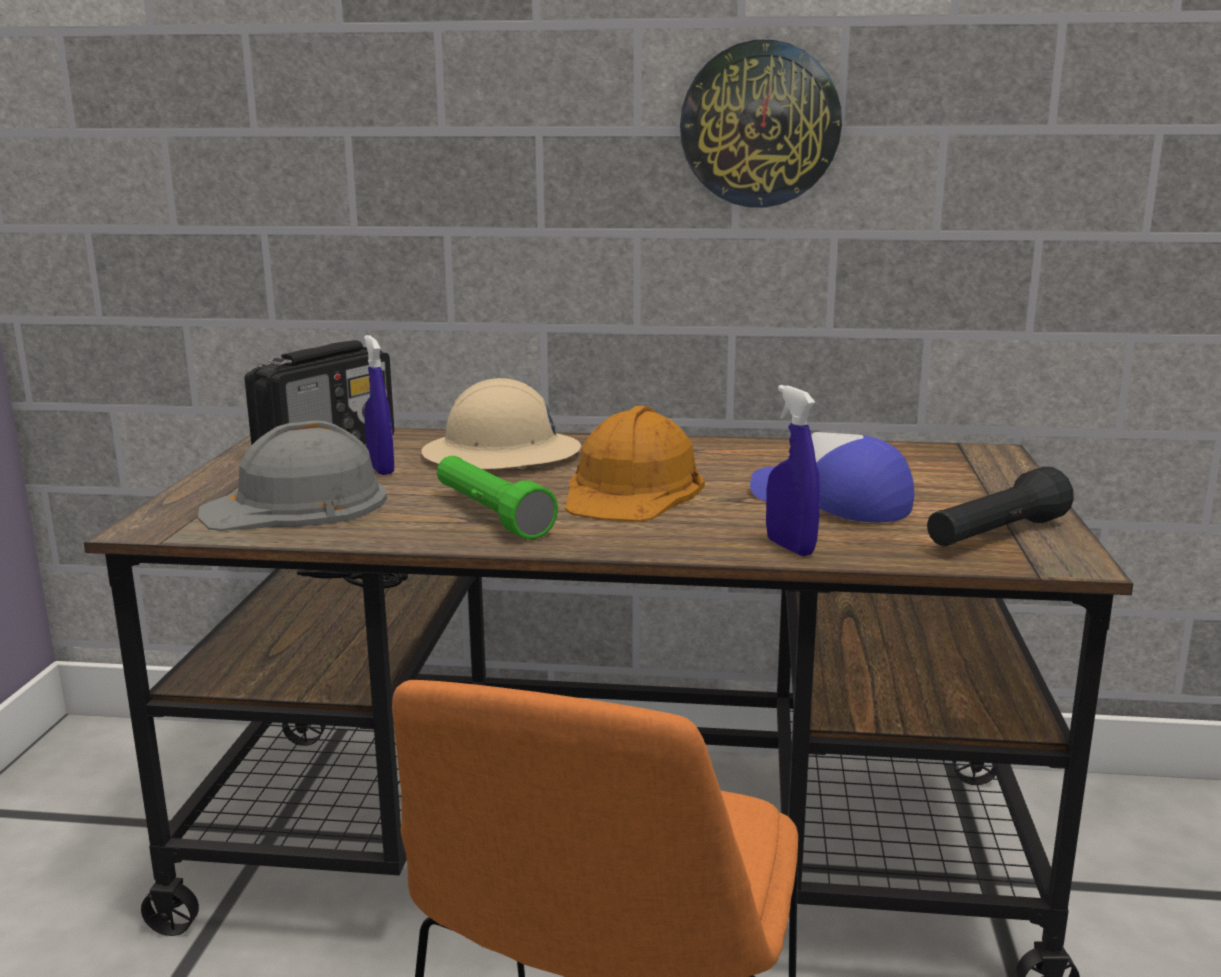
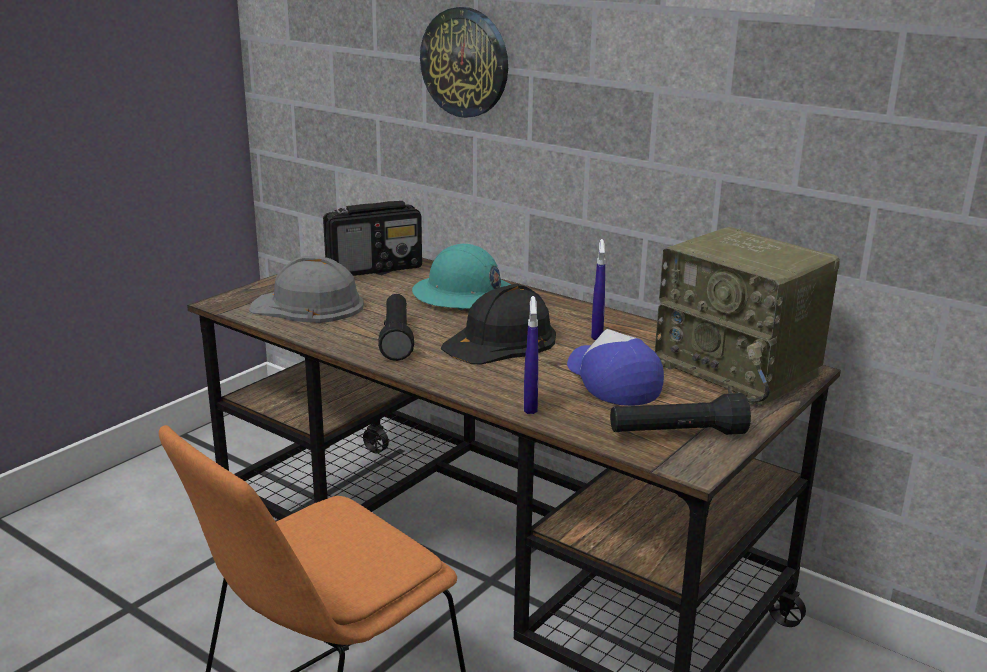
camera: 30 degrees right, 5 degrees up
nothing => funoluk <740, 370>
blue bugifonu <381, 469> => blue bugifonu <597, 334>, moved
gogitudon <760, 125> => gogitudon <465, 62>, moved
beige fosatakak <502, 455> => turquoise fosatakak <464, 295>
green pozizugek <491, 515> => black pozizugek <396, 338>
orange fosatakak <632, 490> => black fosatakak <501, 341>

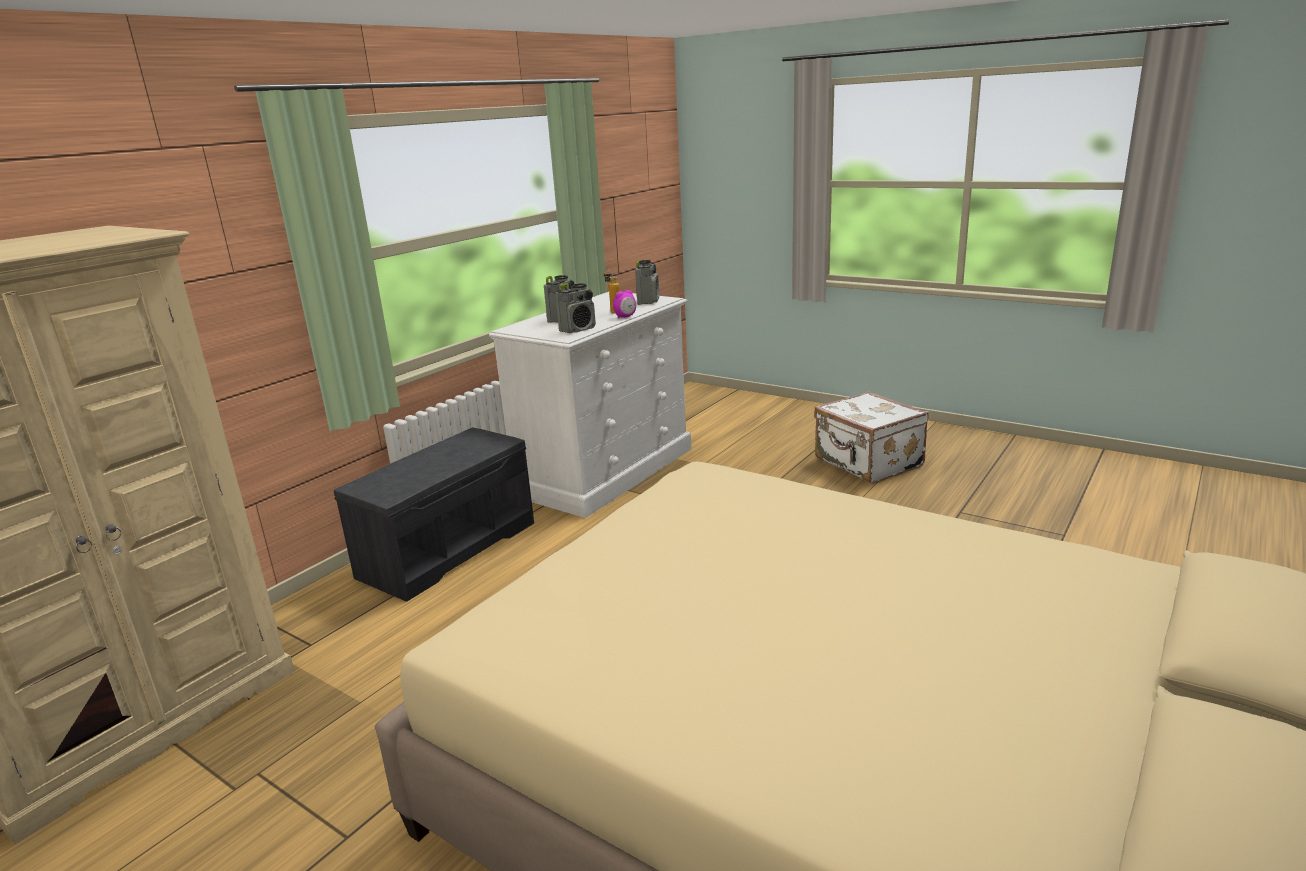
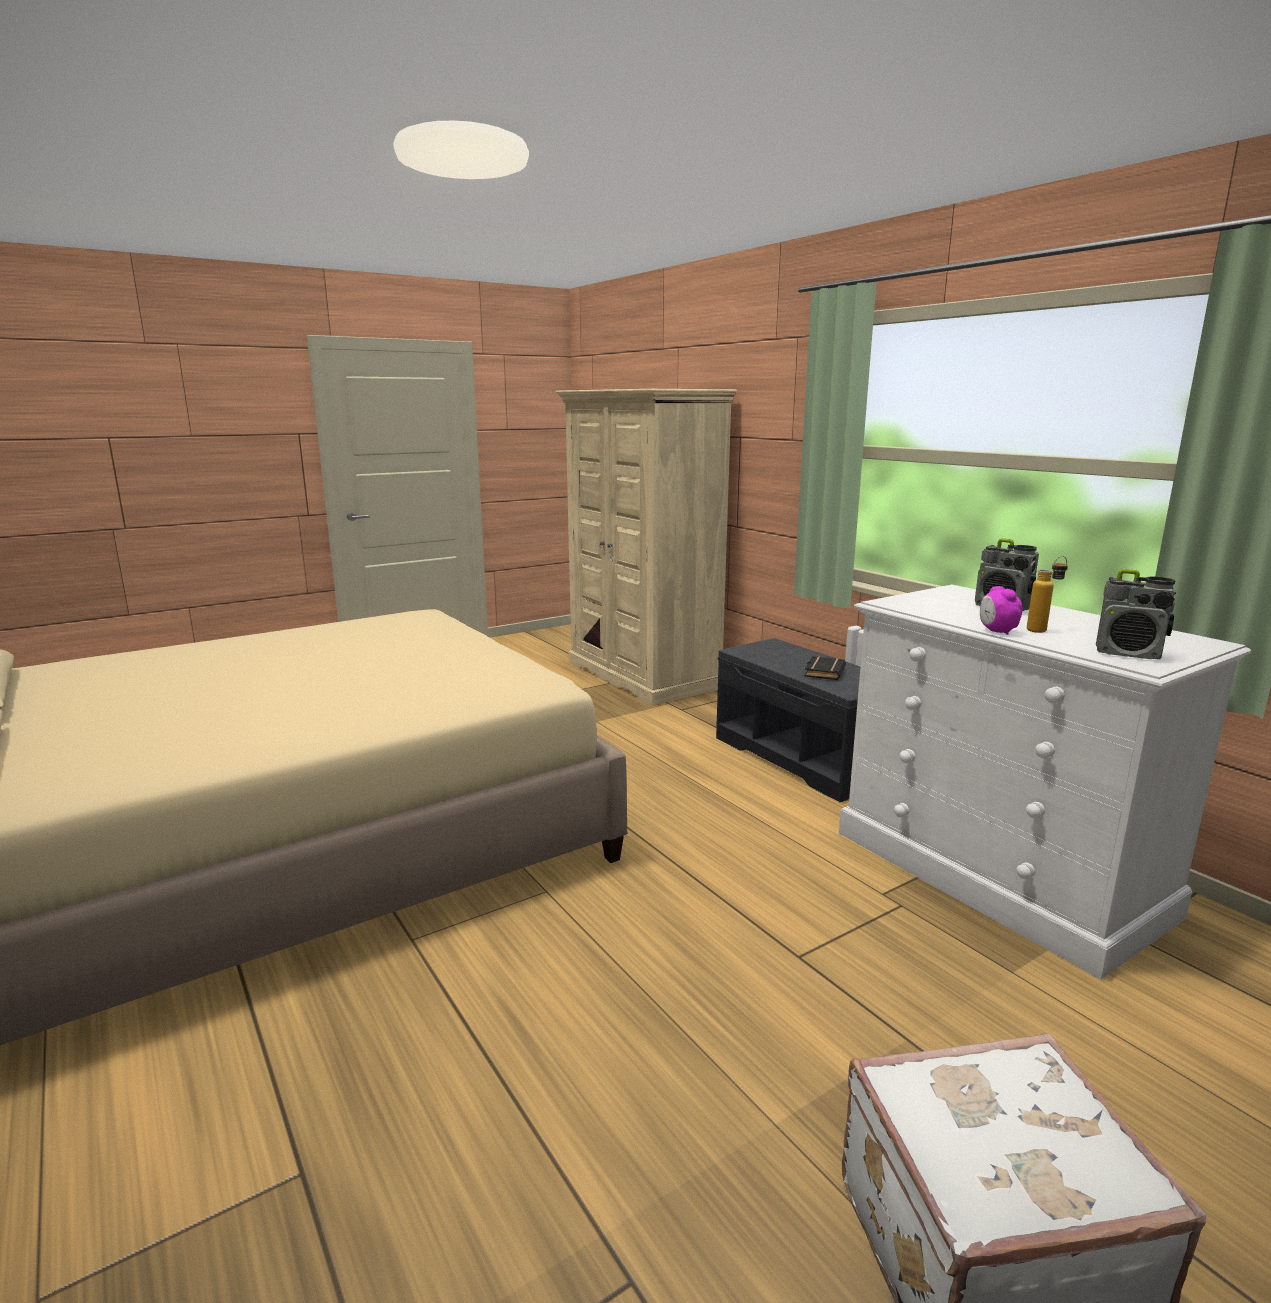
camera: 110 degrees right, 5 degrees down
funoluk <578, 329> => nothing
nothing => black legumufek <823, 671>

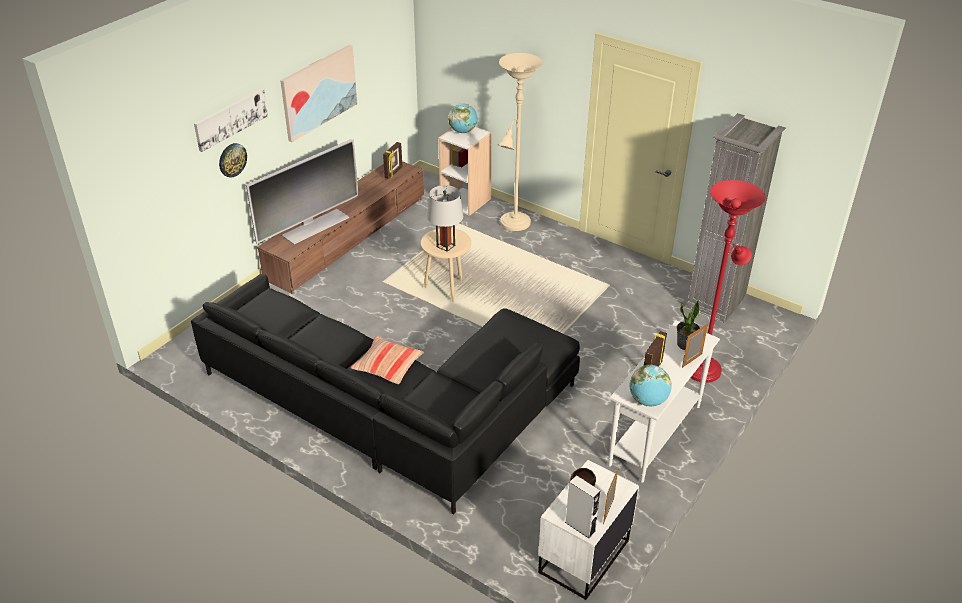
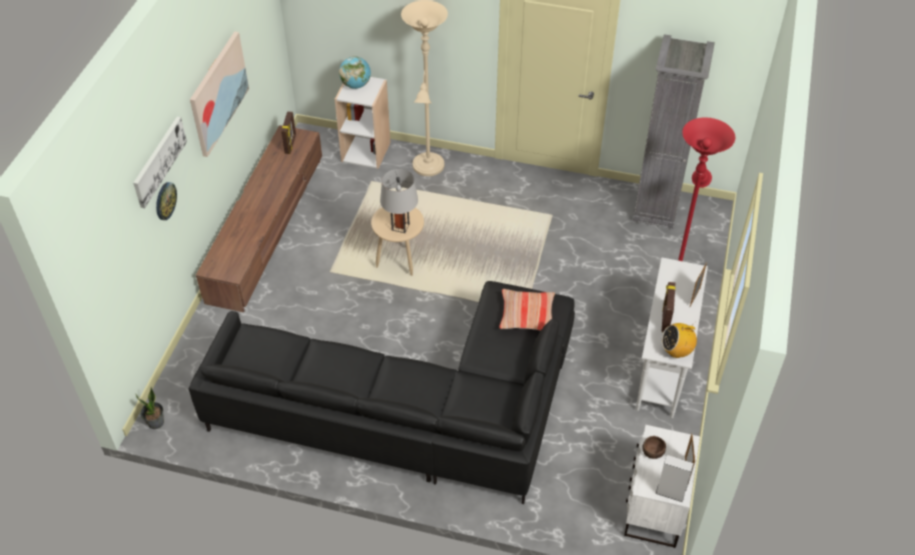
camera: 20 degrees left, 10 degrees up
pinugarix <314, 226> => nothing
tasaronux <387, 366> => tasaronux <527, 315>, moved
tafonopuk <685, 344> => tafonopuk <156, 422>, moved
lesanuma <648, 400> => funoluk <676, 351>

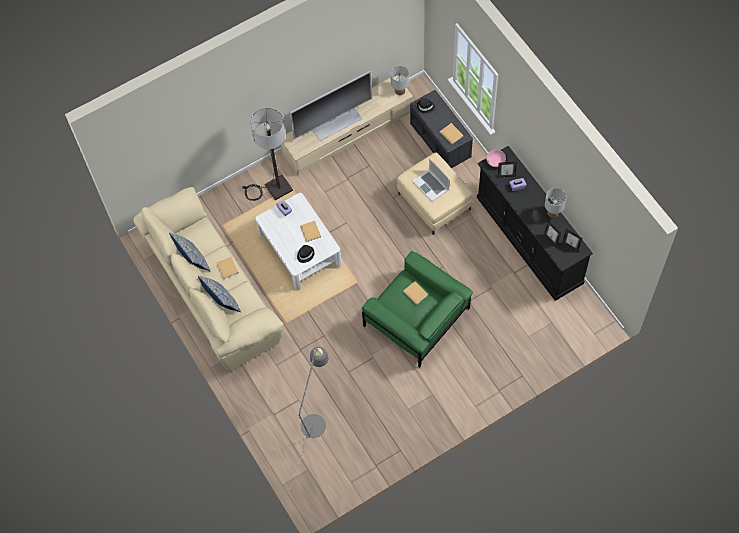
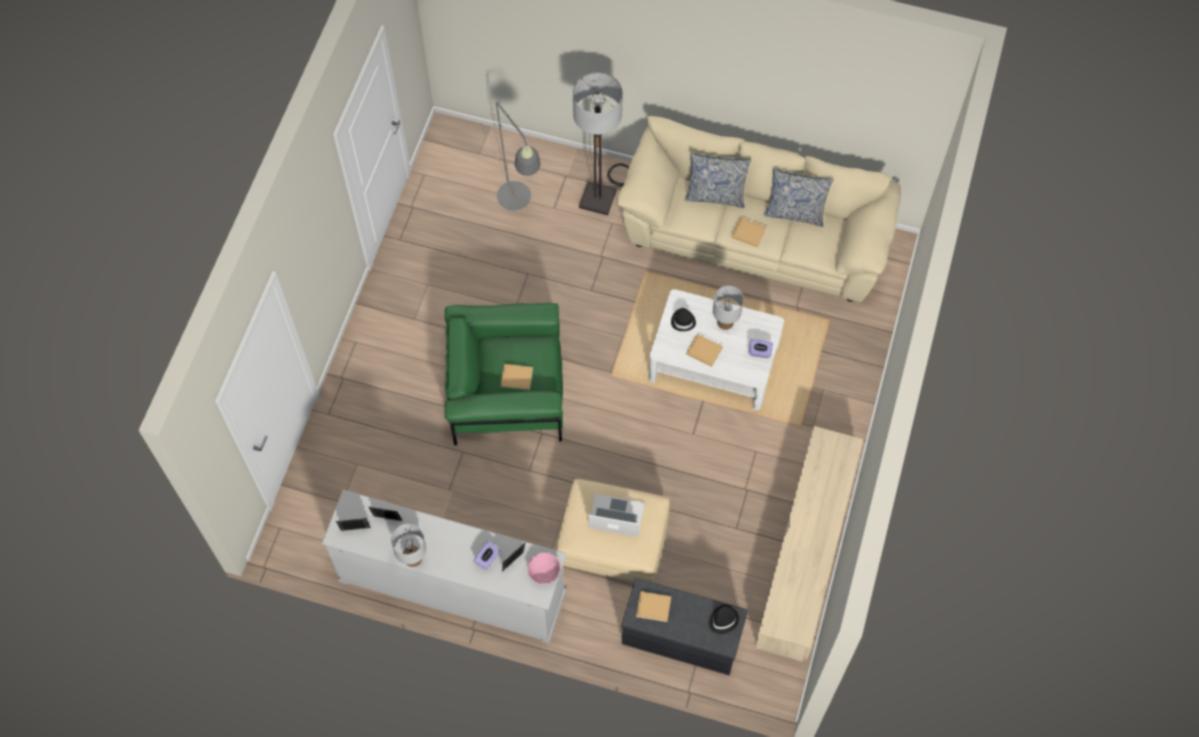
camera: 135 degrees right, 0 degrees up
pinugarix <336, 123> => nothing
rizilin <271, 189> => rizilin <605, 192>, moved
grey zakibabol <400, 91> => grey zakibabol <725, 322>, moved
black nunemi <529, 240> => white nunemi <452, 586>

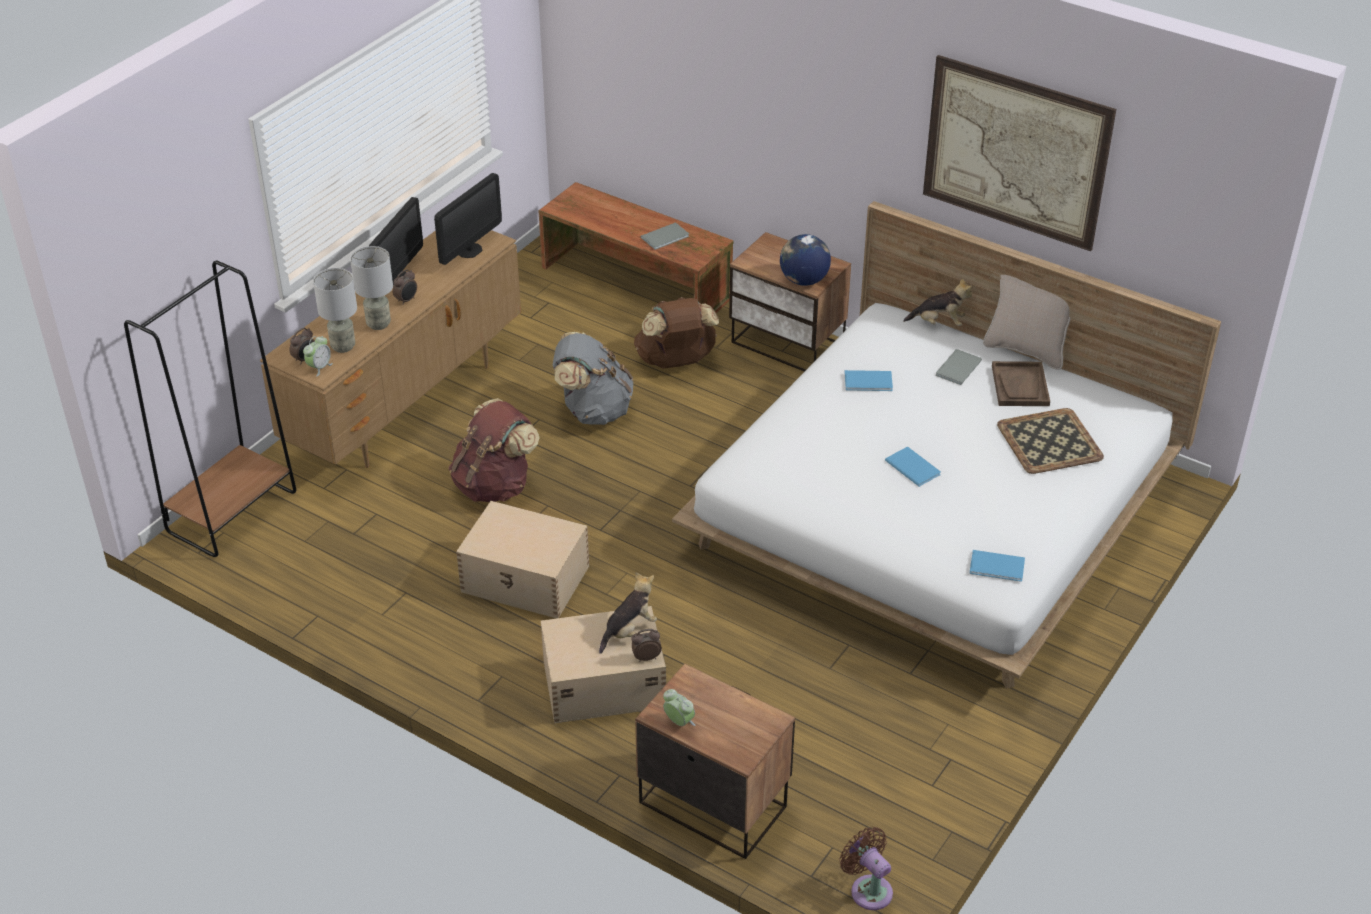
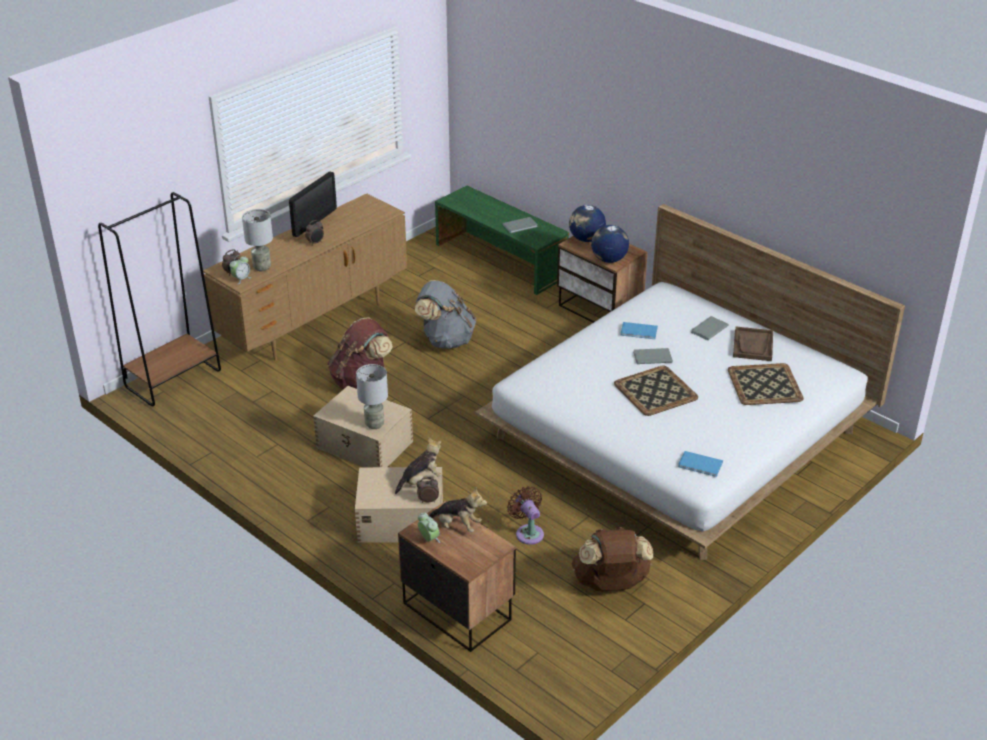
camera: 10 degrees right, 5 degrees down
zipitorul <469, 250> => nothing
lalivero <1015, 152> => nothing
beige tasaronux <1026, 350> => nothing
nothing => lesanuma <586, 239>
nothing => grey legumufek <651, 356>
grey zakibabol <378, 323> => grey zakibabol <374, 424>, moved
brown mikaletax <676, 362> => brown mikaletax <610, 584>, moved
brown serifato <868, 889> => brown serifato <528, 532>, moved
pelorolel <939, 323> => pelorolel <456, 526>, moved
blue legumufek <912, 466> => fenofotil <655, 390>
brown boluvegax <638, 282> => green boluvegax <502, 260>

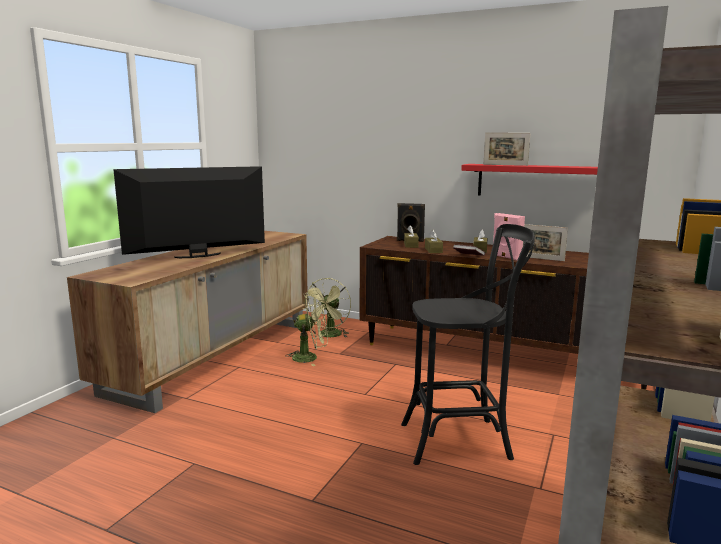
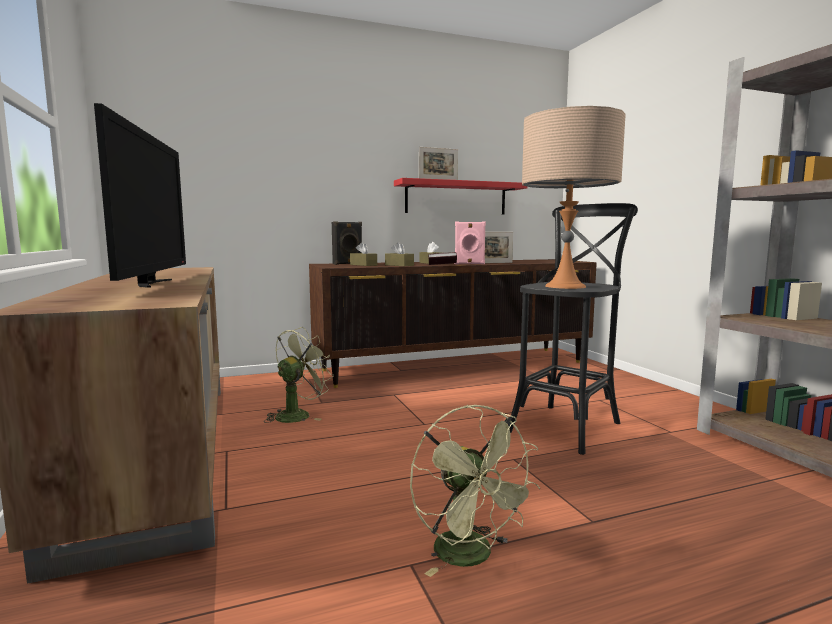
camera: 45 degrees left, 5 degrees down
nothing => beige zakibabol <565, 286>
green serifato <329, 336> => green serifato <472, 557>, moved
pinugarix <198, 256> => pinugarix <152, 283>, 150 degrees clockwise

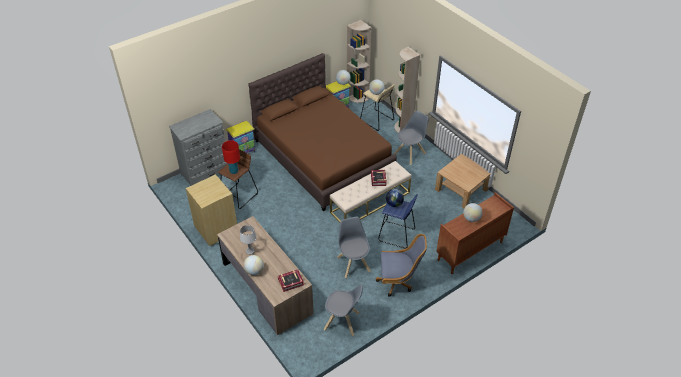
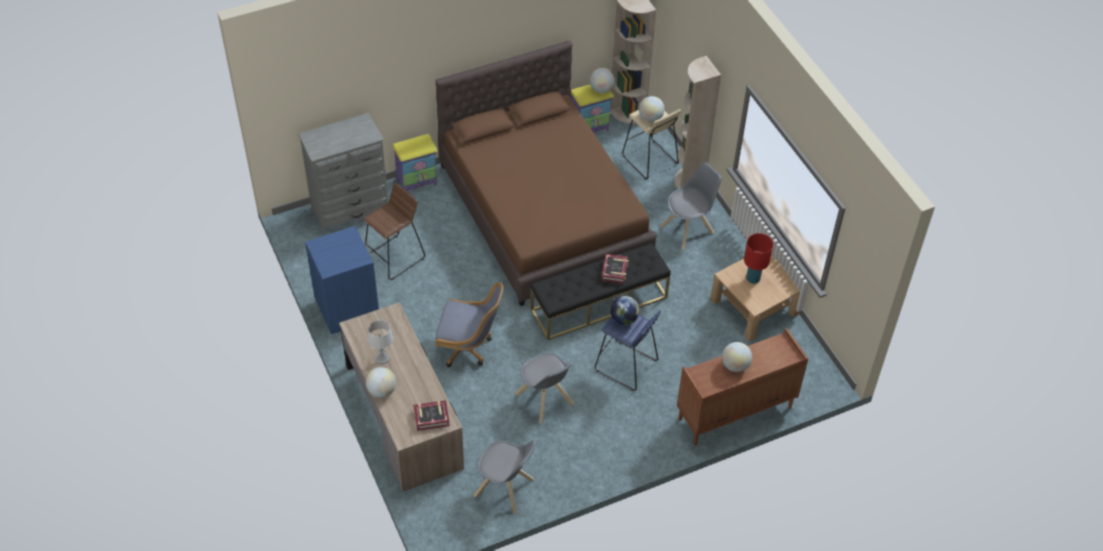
camera: 10 degrees right, 5 degrees up
red zakibabol <234, 171> => red zakibabol <753, 279>, moved
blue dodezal <398, 282> => blue dodezal <469, 348>, moved
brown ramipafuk <217, 231> => blue ramipafuk <348, 310>
beige boluvegax <370, 202> => black boluvegax <599, 303>
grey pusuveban <353, 263> => grey pusuveban <545, 400>, 150 degrees clockwise

